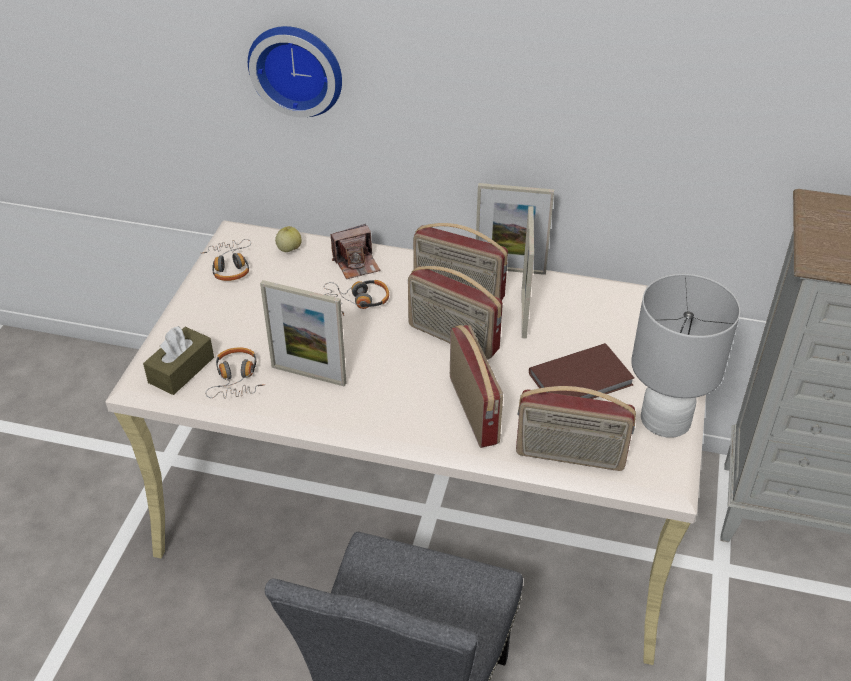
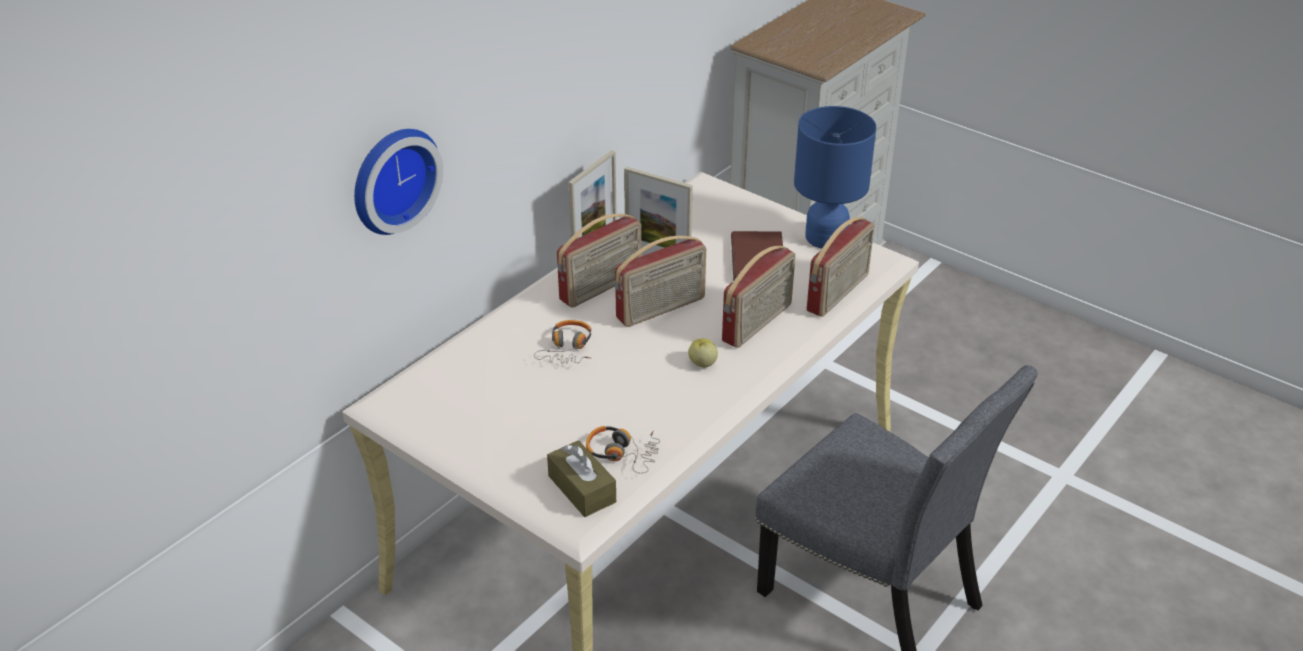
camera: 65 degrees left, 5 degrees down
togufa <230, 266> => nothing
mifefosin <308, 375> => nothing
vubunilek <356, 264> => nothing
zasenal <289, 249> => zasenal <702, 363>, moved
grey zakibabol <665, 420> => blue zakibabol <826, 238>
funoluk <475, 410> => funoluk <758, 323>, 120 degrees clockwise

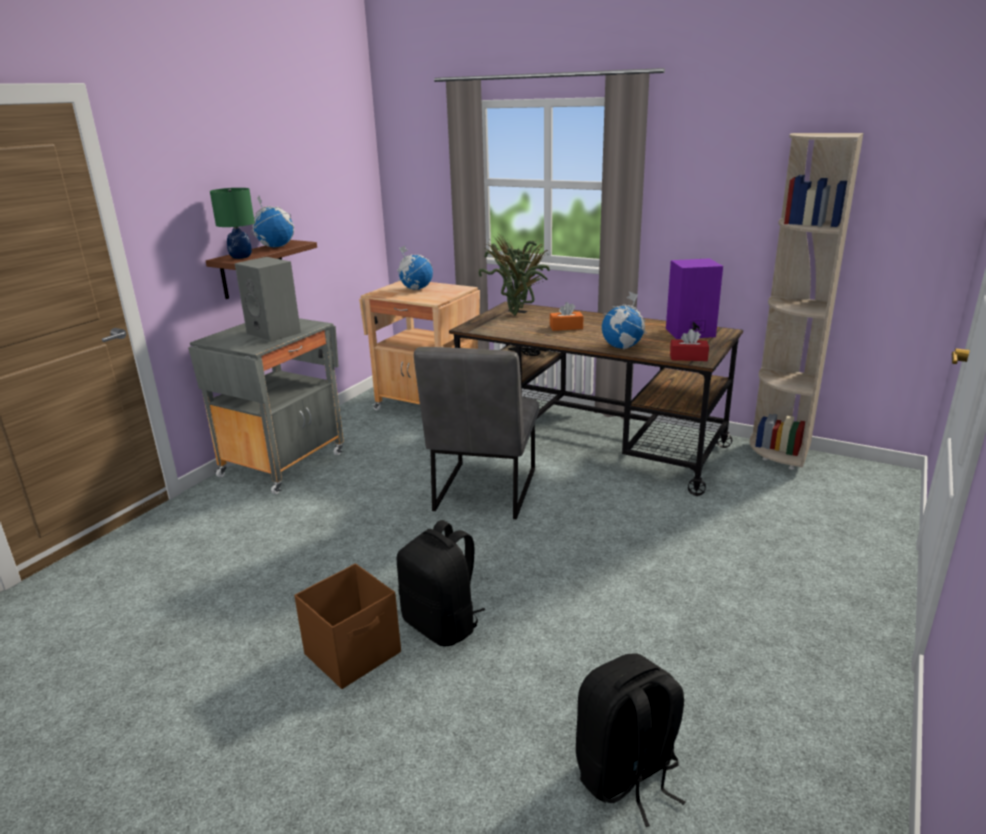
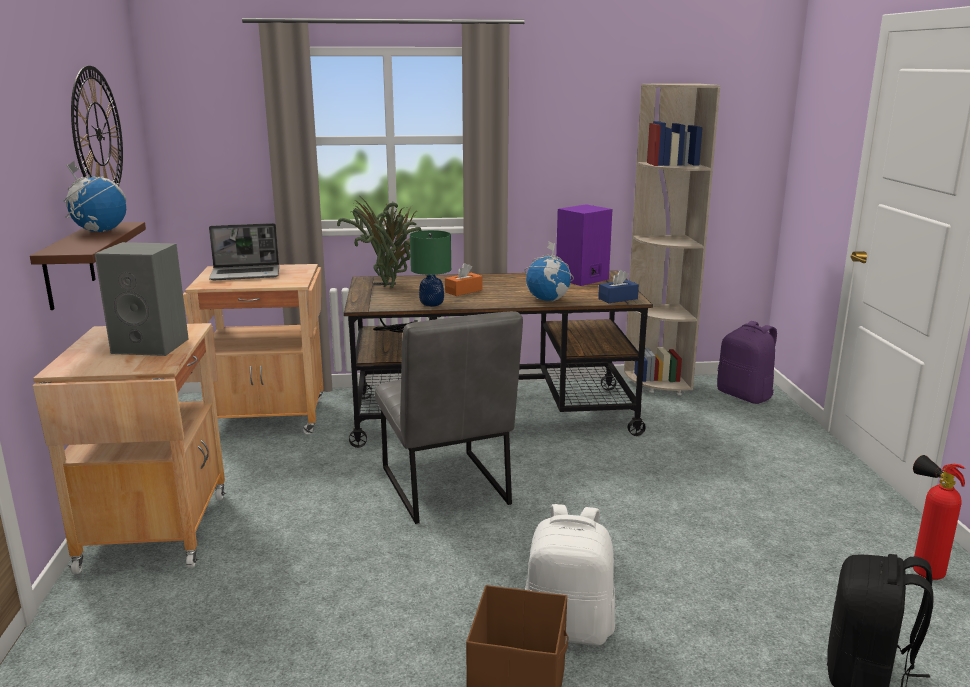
camera: 35 degrees left, 5 degrees down
nothing => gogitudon <98, 134>
nothing => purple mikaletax <745, 395>
nothing => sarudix <921, 570>
green zakibabol <242, 257> => green zakibabol <432, 304>, moved
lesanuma <416, 289> => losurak <246, 274>
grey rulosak <284, 463> => brown rulosak <156, 529>
black mikaletax <442, 625> => white mikaletax <569, 627>
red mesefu <688, 357> => blue mesefu <618, 299>

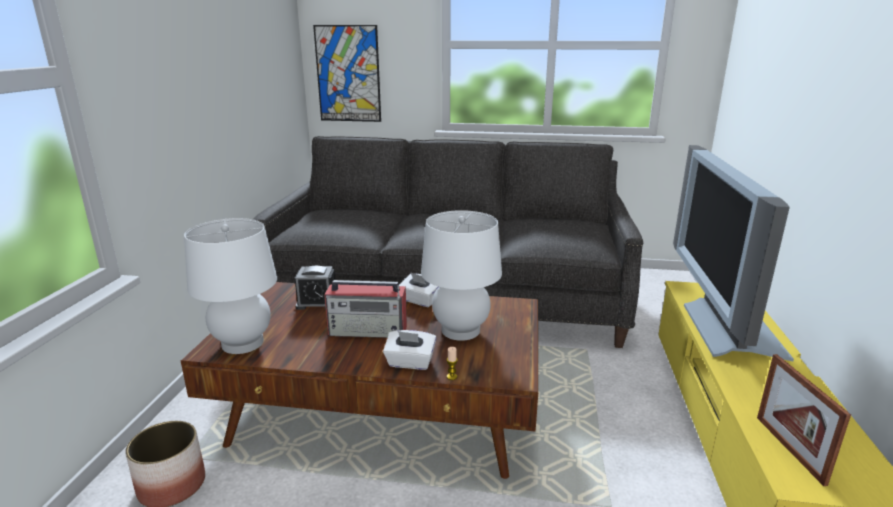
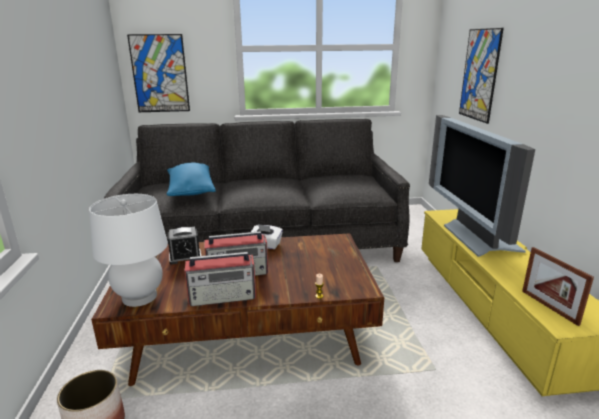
camera: 15 degrees left, 0 degrees up
white mesefu <410, 363> => nothing
white zakibabol <460, 330> => nothing
nothing => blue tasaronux <191, 191>
nothing => funoluk <223, 296>
nothing => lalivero <479, 75>

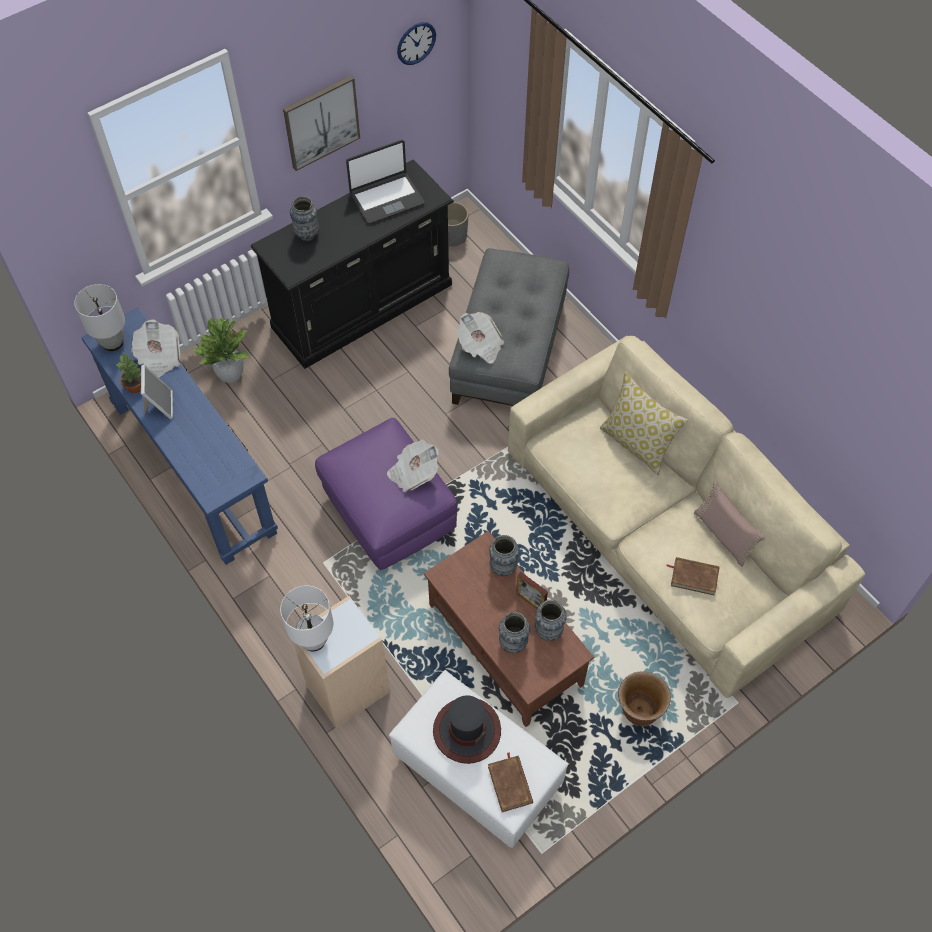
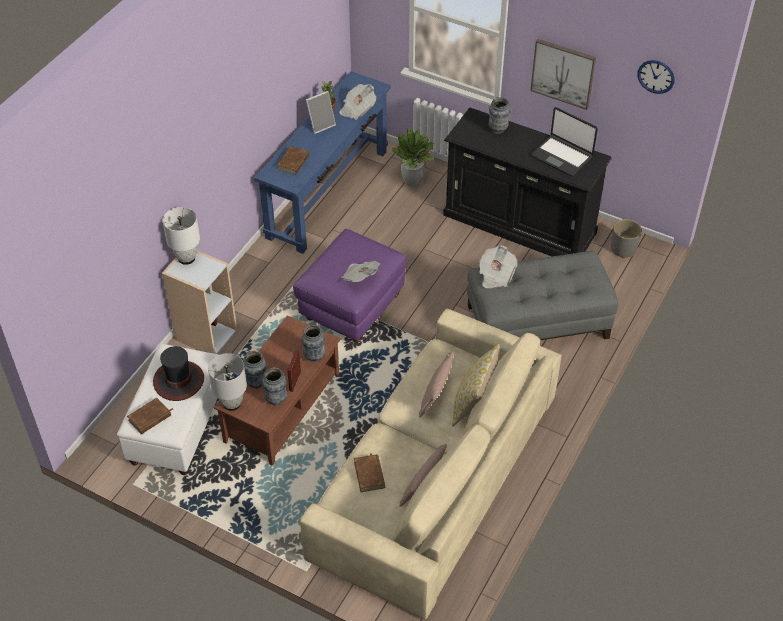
camera: 65 degrees right, 10 degrees down
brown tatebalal <639, 710> => nothing
nothing => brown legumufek <293, 162>
nothing => beige tasaronux <435, 396>
white zakibabol <113, 342> => white zakibabol <232, 403>, moved

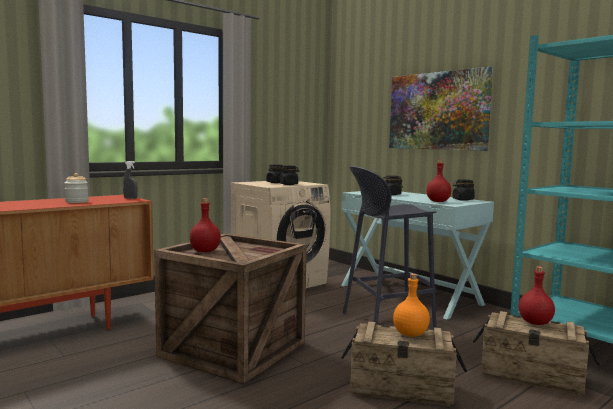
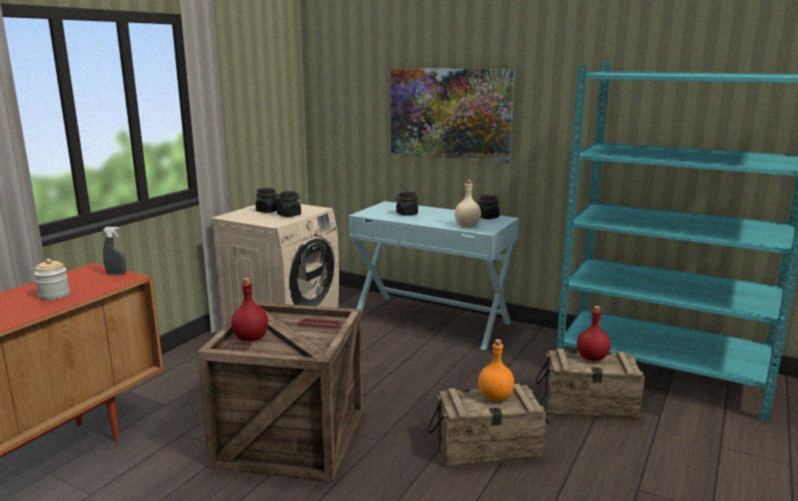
camera: 20 degrees left, 10 degrees up
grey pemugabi <386, 323> => nothing
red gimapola <438, 201> => beige gimapola <468, 225>

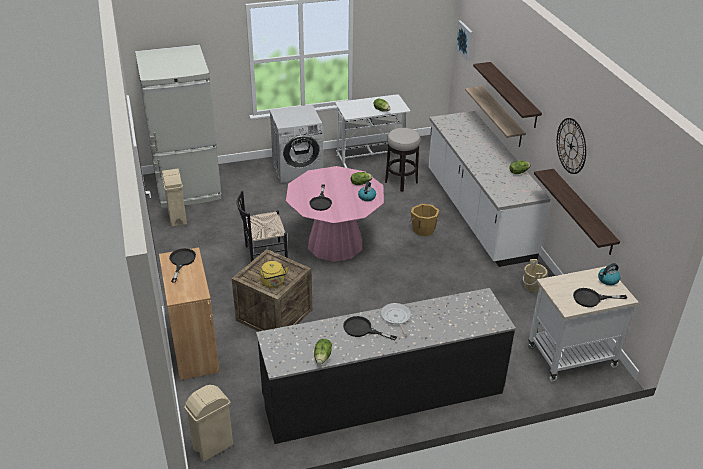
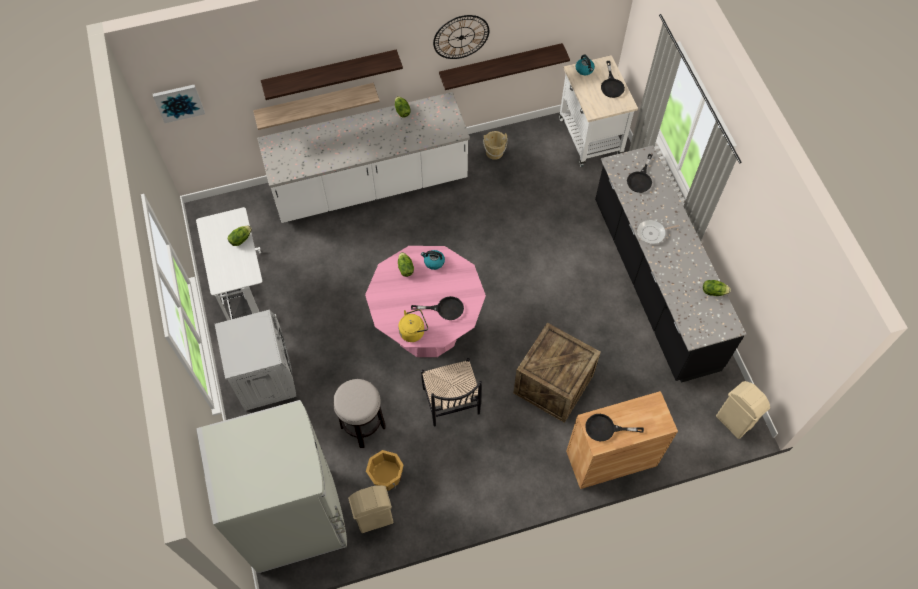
camera: 90 degrees left, 25 degrees up
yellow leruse <273, 283> => yellow leruse <413, 331>, moved
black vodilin <362, 329> => black vodilin <640, 179>, moved
pemugabi <401, 182> => pemugabi <363, 427>, moved
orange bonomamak <423, 229> => orange bonomamak <386, 477>, moved

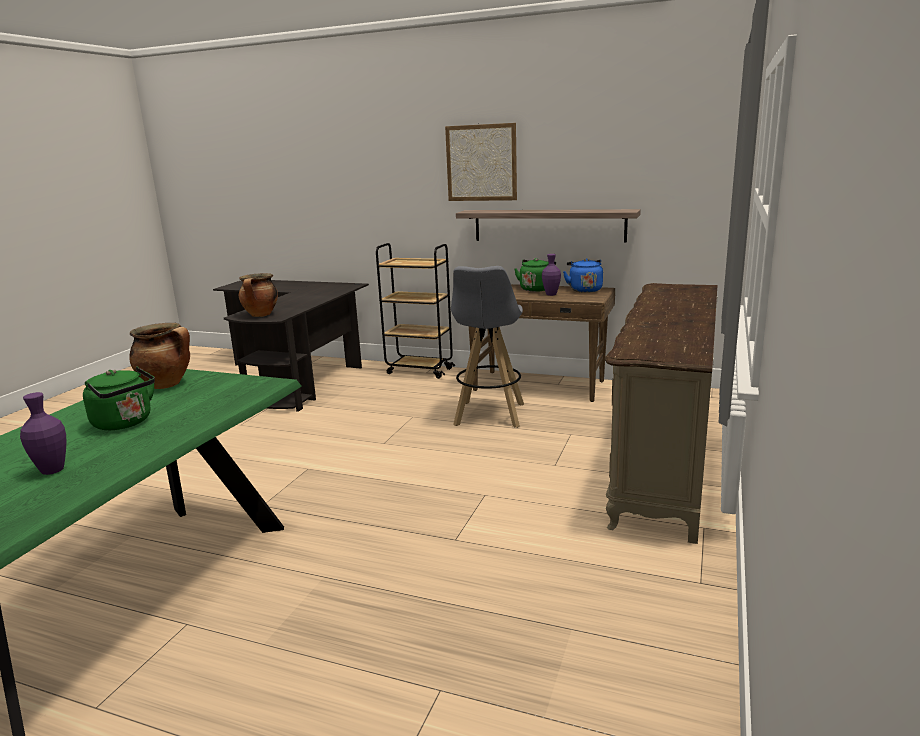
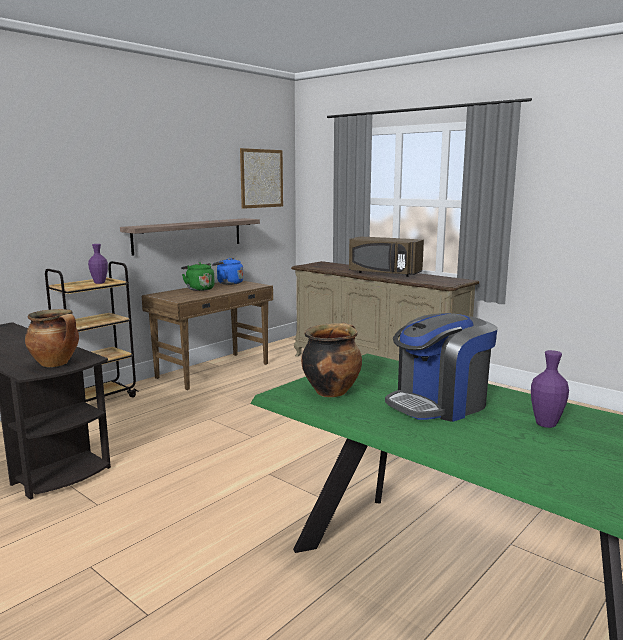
camera: 70 degrees left, 5 degrees down
grey pemugabi <488, 415> => nothing
nothing => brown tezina <384, 273>
lalivero <481, 162> => lalivero <261, 177>, moved
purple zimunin <551, 294> => purple zimunin <99, 283>, moved
green leruse <125, 423> => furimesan <439, 404>

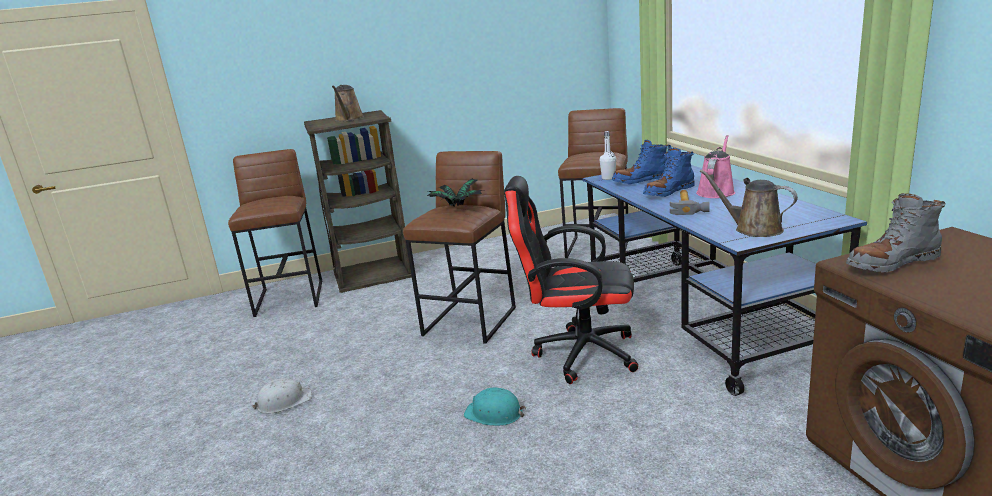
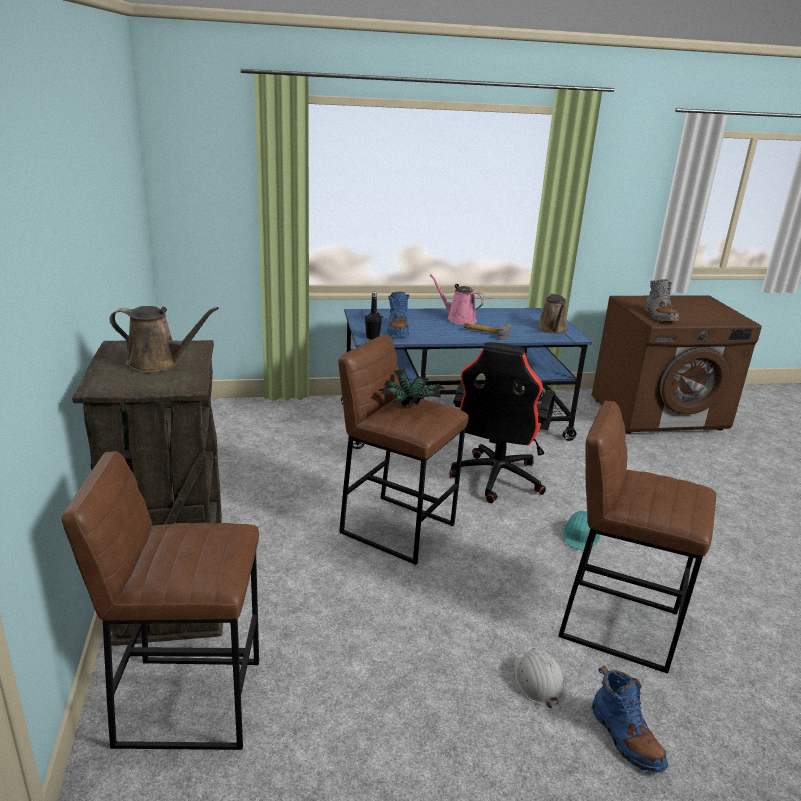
camera: 85 degrees left, 5 degrees up
brown pemugabi <598, 247> => brown pemugabi <617, 623>, moved
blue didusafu <668, 192> => blue didusafu <625, 738>, moved
white gimapola <608, 178> => black gimapola <372, 337>
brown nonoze <753, 229> => brown nonoze <552, 329>, 45 degrees counterclockwise

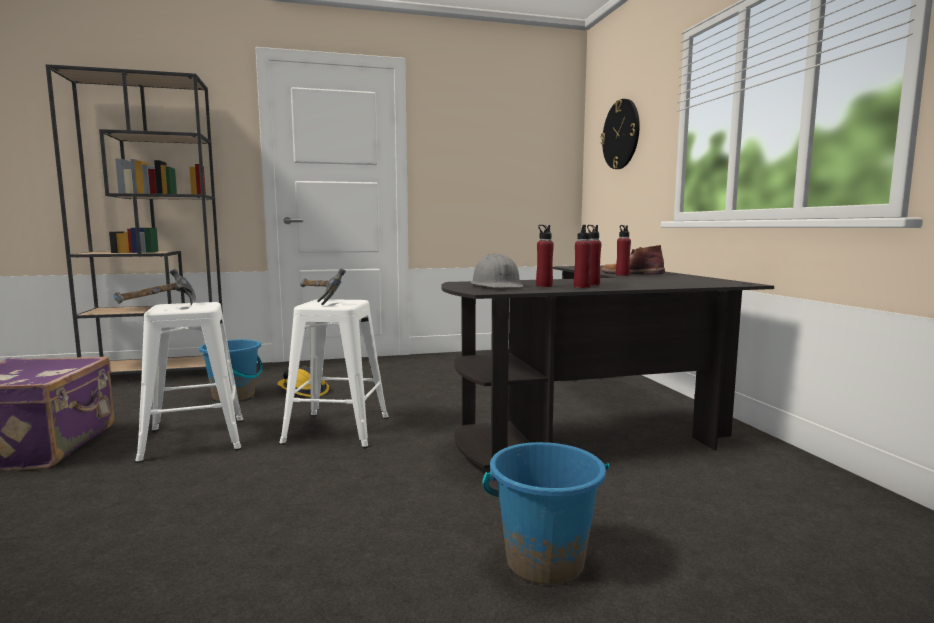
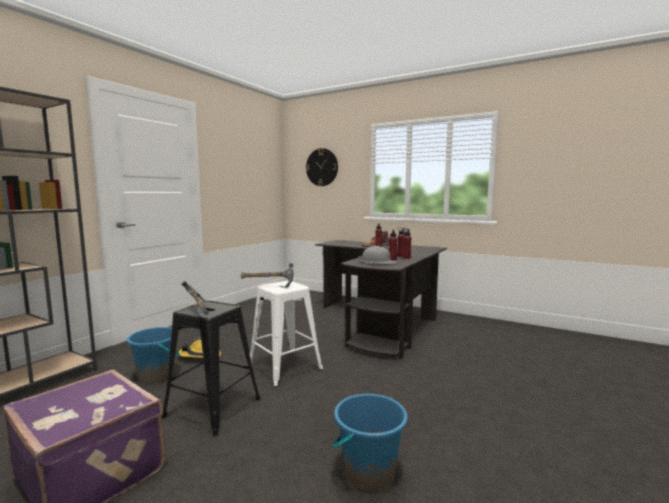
camera: 45 degrees left, 0 degrees up
blue bonomamak <544, 561> => blue bonomamak <369, 473>, moved
white pemugabi <193, 439> => black pemugabi <211, 408>

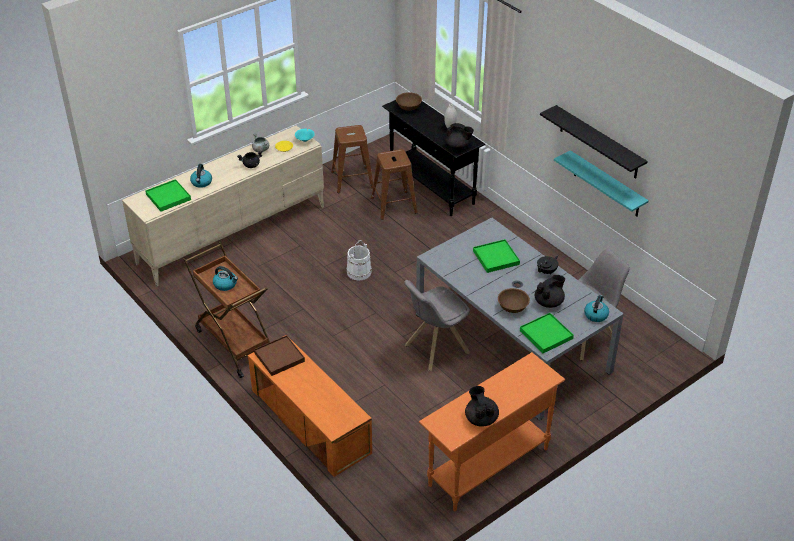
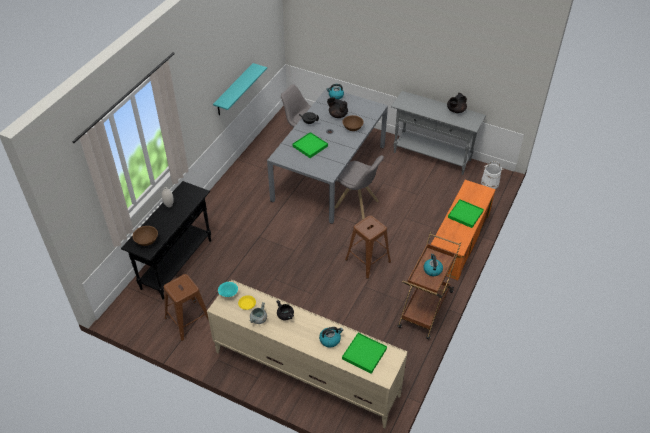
camera: 115 degrees left, 5 degrees up
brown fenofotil <279, 357> => nothing
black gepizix <458, 146> => nothing
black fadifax <599, 143> => nothing
white bonomamak <359, 272> => white bonomamak <490, 183>, moved
brown pemugabi <394, 205> => brown pemugabi <368, 260>, moved
green fenofotil <546, 335> => green fenofotil <465, 214>, moved
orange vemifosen <488, 467> => grey vemifosen <432, 156>

